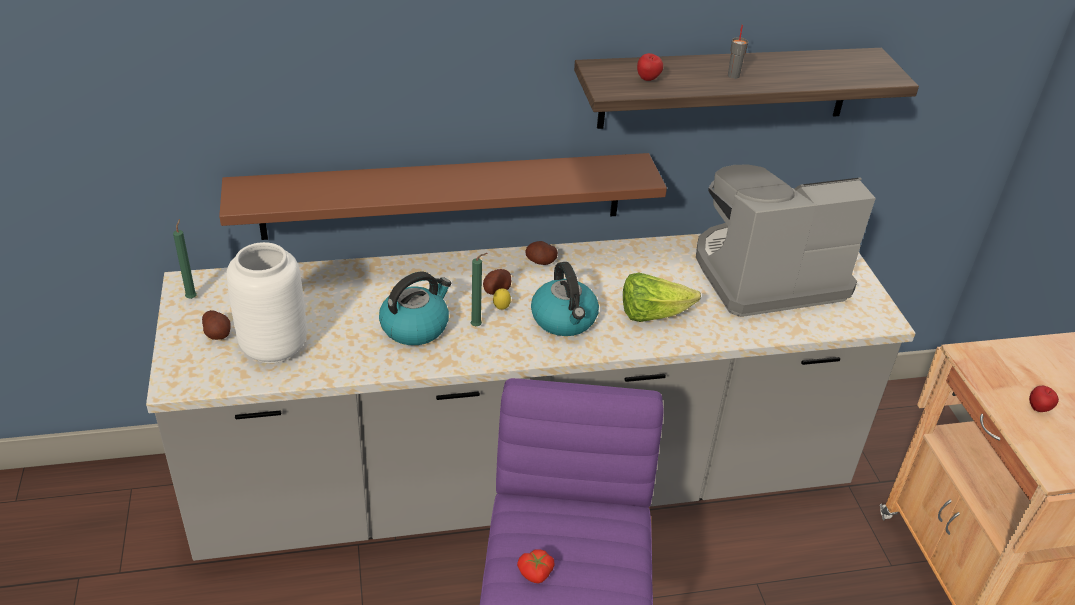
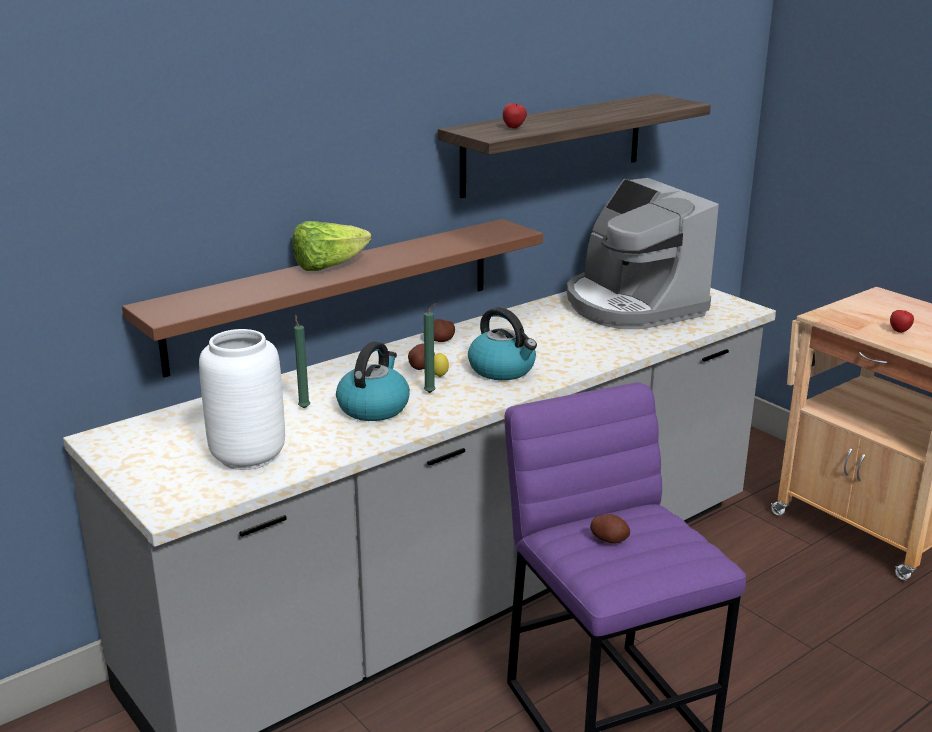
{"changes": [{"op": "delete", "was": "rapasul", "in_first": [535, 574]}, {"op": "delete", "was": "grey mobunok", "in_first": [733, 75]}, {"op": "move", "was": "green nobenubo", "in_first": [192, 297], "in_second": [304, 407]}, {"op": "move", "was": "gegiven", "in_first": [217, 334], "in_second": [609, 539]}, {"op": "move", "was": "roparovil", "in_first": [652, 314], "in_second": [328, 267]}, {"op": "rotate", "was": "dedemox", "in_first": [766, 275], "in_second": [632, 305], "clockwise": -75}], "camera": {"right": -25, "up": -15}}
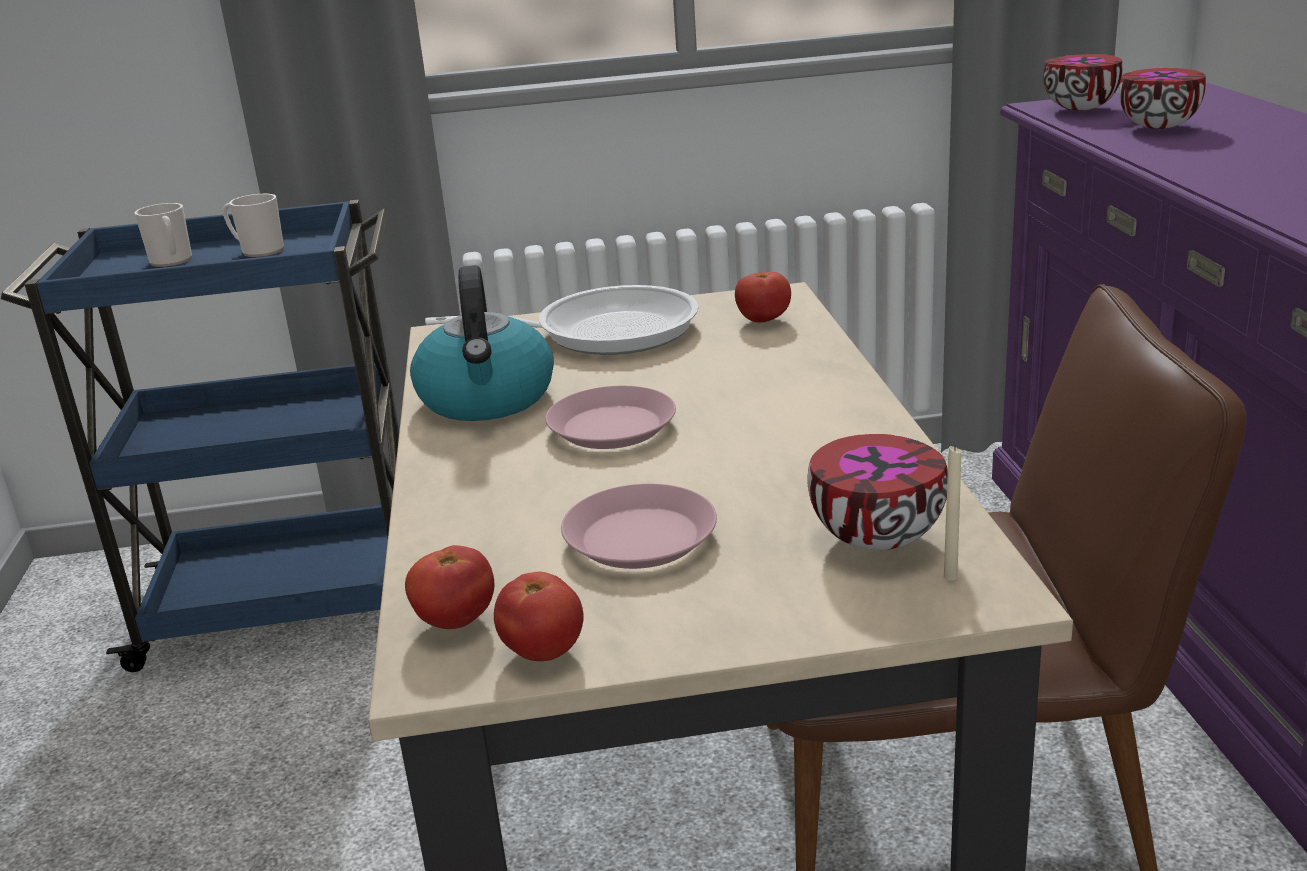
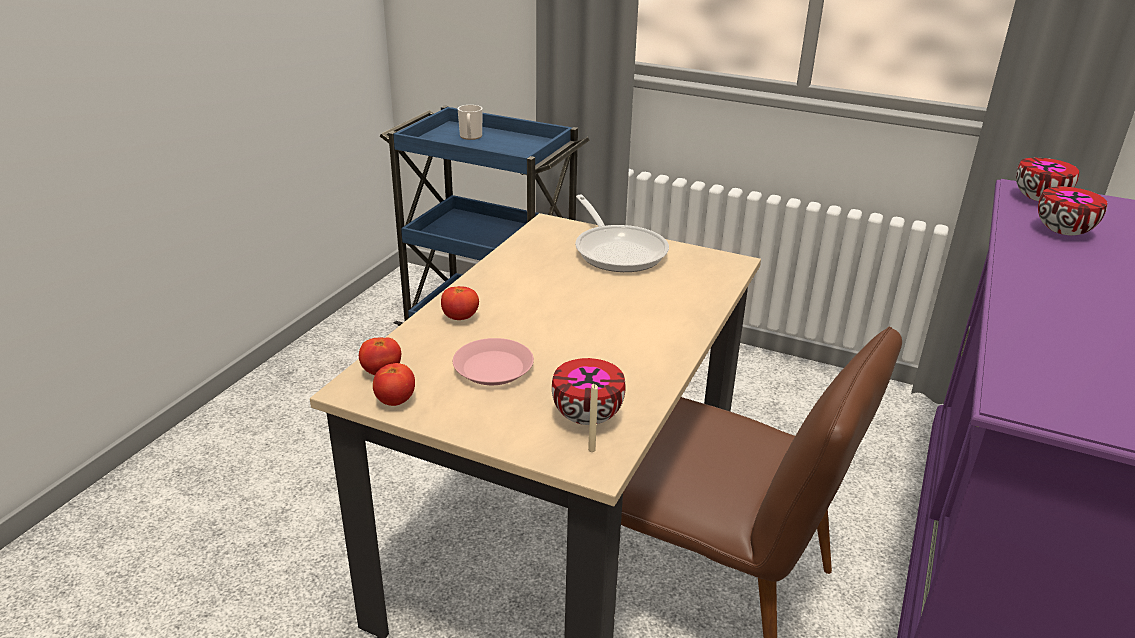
{"changes": [{"op": "delete", "was": "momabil", "in_first": [258, 251]}, {"op": "delete", "was": "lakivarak", "in_first": [487, 399]}, {"op": "delete", "was": "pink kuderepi", "in_first": [611, 427]}, {"op": "move", "was": "rapasul", "in_first": [764, 320], "in_second": [460, 318]}, {"op": "rotate", "was": "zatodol", "in_first": [602, 332], "in_second": [618, 250], "clockwise": 45}], "camera": {"right": 30, "up": 5}}
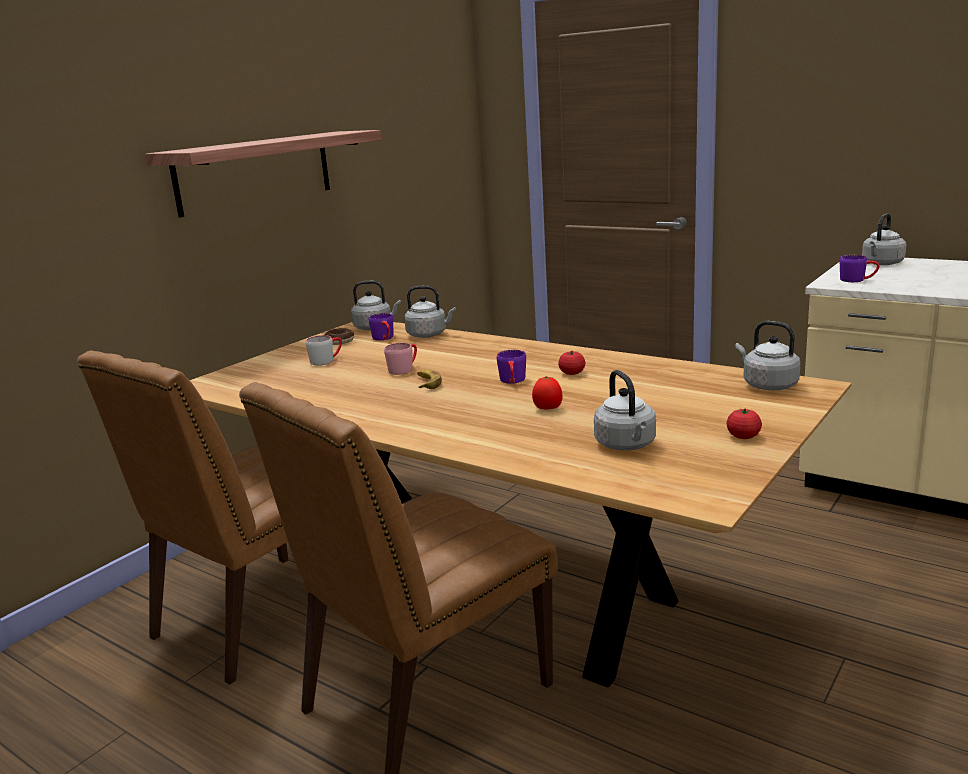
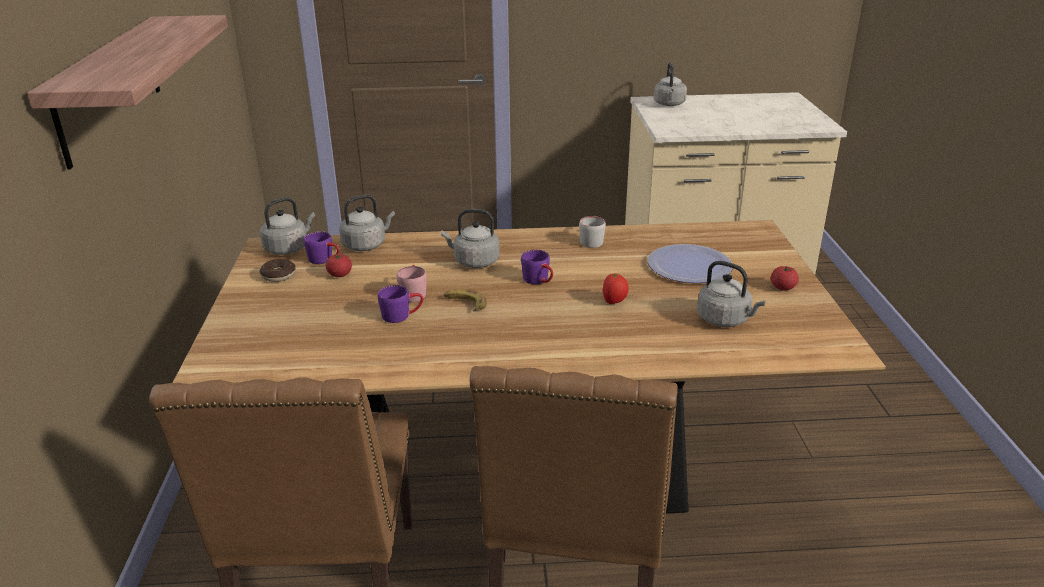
{"changes": [{"op": "insert", "now": "kuderepi", "in_second": [689, 266]}, {"op": "move", "was": "grey momabil", "in_first": [326, 360], "in_second": [592, 240]}, {"op": "move", "was": "rapasul", "in_first": [572, 373], "in_second": [340, 275]}, {"op": "move", "was": "grey lakivarak", "in_first": [767, 385], "in_second": [474, 262]}, {"op": "move", "was": "purple momabil", "in_first": [858, 280], "in_second": [402, 315]}], "camera": {"right": -40, "up": 10}}
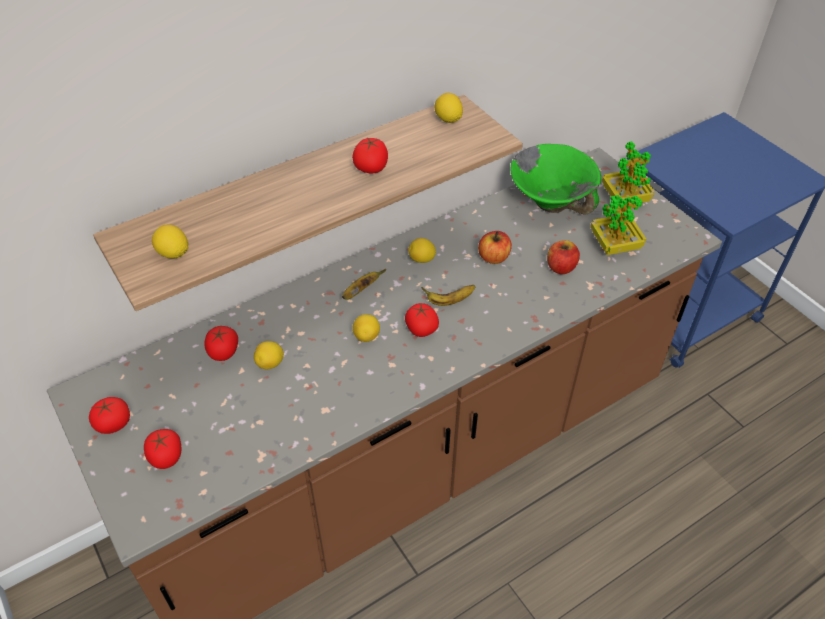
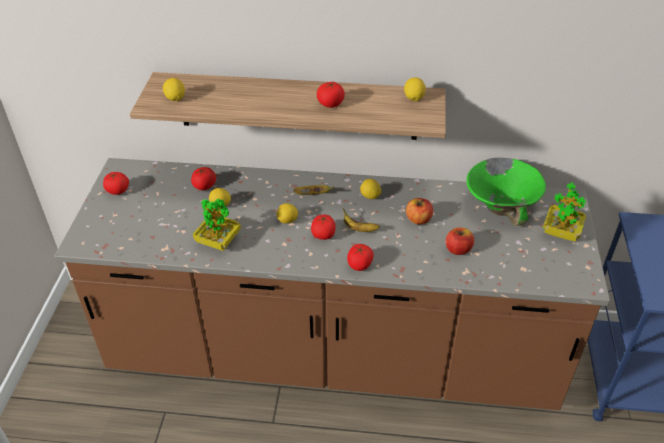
{"changes": [{"op": "move", "was": "rapasul", "in_first": [166, 457], "in_second": [359, 265]}, {"op": "move", "was": "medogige", "in_first": [614, 246], "in_second": [218, 242]}], "camera": {"right": 40, "up": -5}}
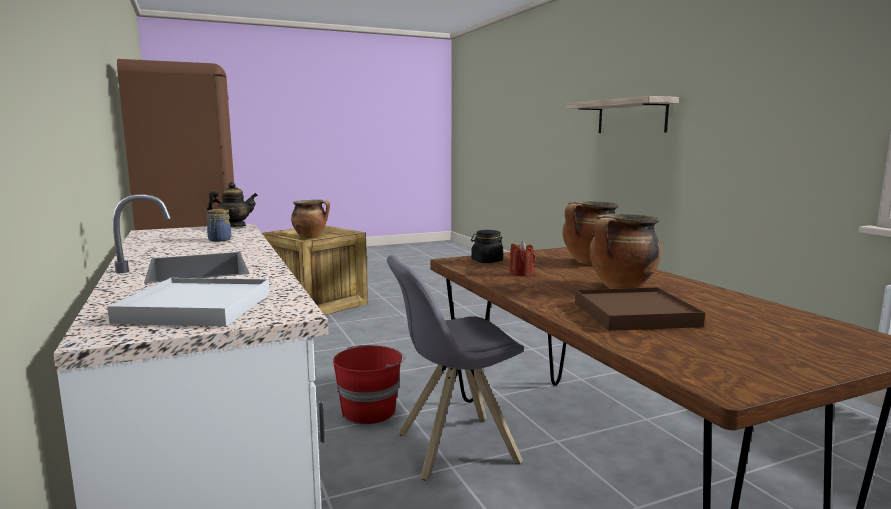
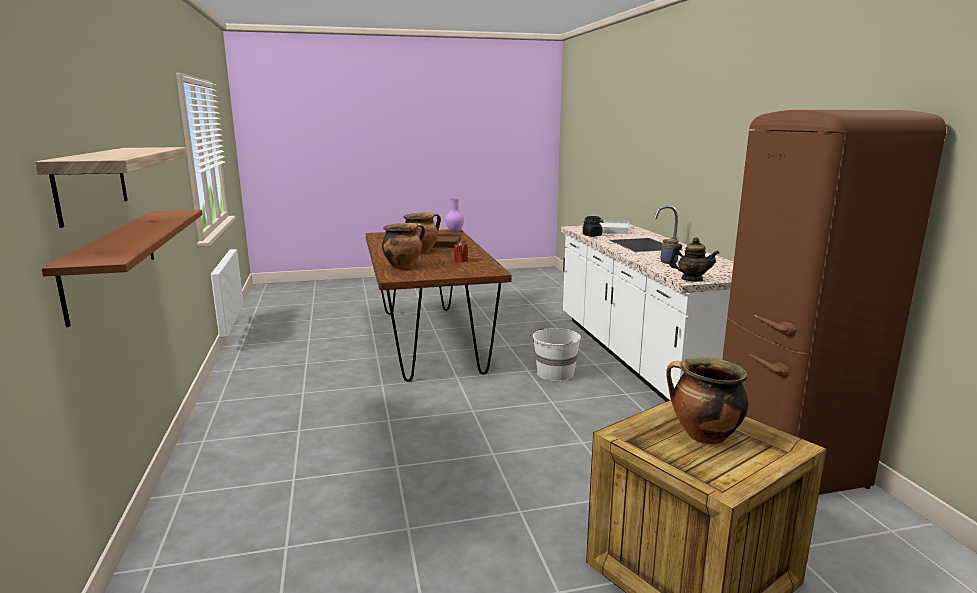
{"changes": [{"op": "delete", "was": "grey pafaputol", "in_first": [455, 447]}, {"op": "insert", "now": "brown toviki", "in_second": [112, 260]}, {"op": "insert", "now": "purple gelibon", "in_second": [454, 231]}, {"op": "move", "was": "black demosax", "in_first": [486, 261], "in_second": [592, 235]}, {"op": "recolor", "was": "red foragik", "now": "white foragik", "in_first": [370, 411], "in_second": [554, 374]}, {"op": "rotate", "was": "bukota", "in_first": [234, 226], "in_second": [691, 279], "clockwise": -150}], "camera": {"right": -170, "up": 5}}
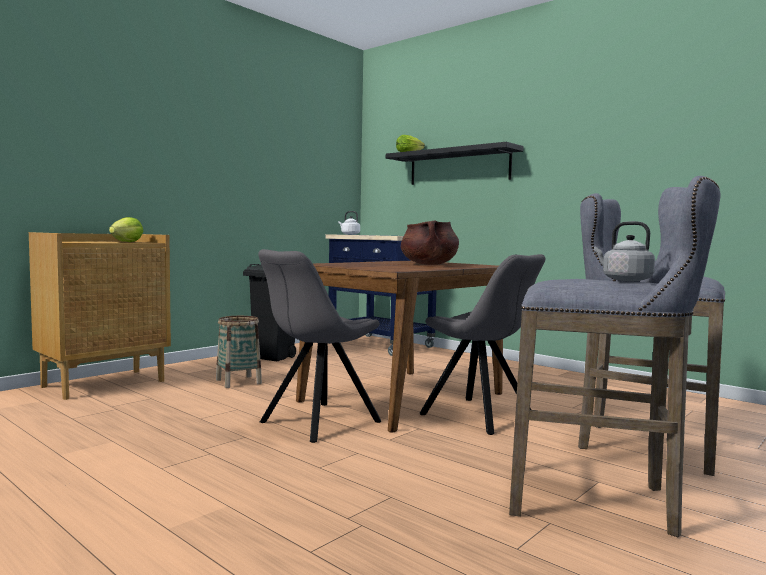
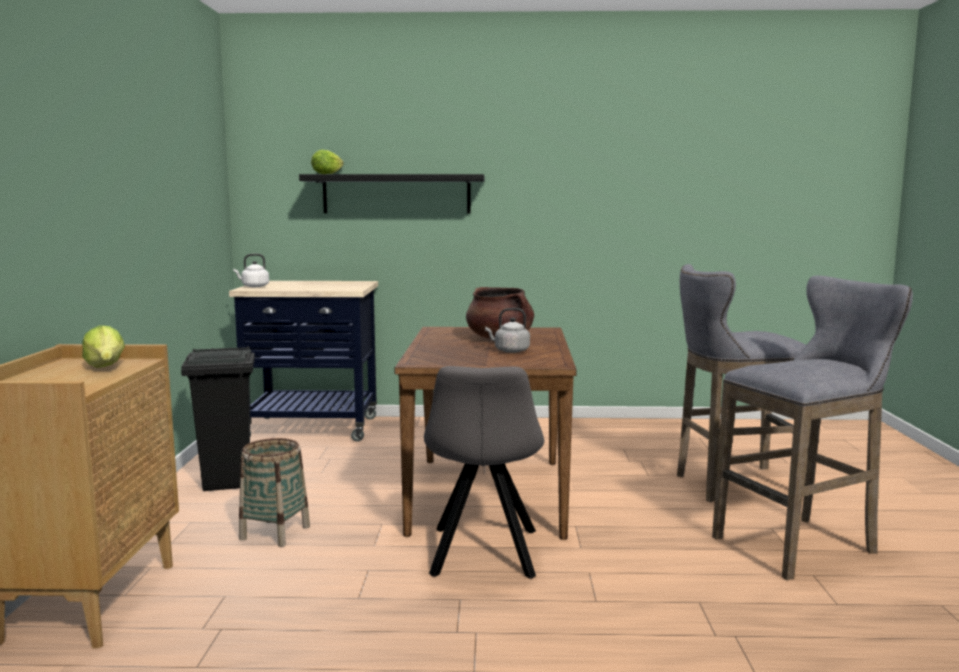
{"changes": [{"op": "delete", "was": "grey pafaputol", "in_first": [478, 416]}, {"op": "move", "was": "grey lakivarak", "in_first": [624, 280], "in_second": [510, 351]}], "camera": {"right": -40, "up": 5}}
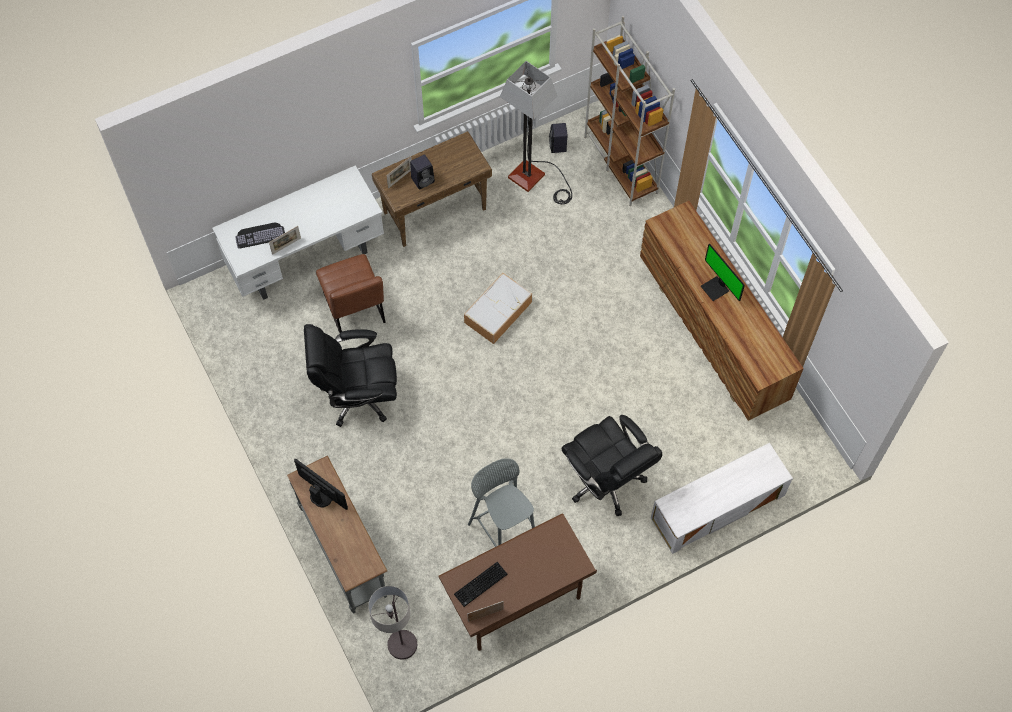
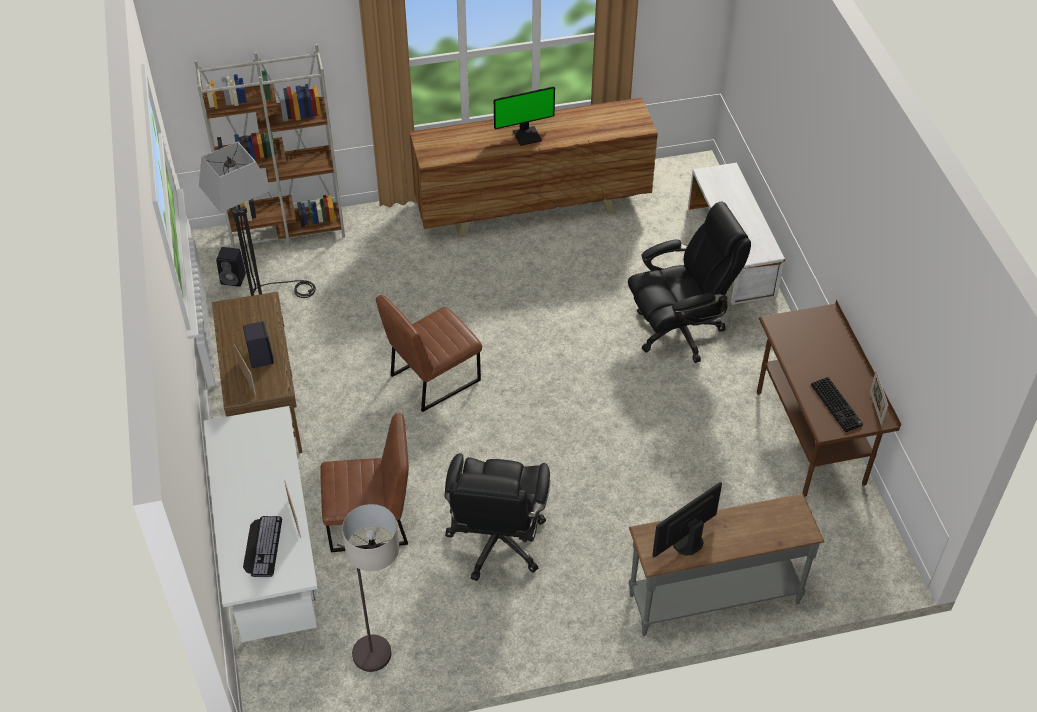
{"changes": [{"op": "delete", "was": "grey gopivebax", "in_first": [504, 529]}, {"op": "move", "was": "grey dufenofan", "in_first": [401, 654], "in_second": [383, 658]}, {"op": "replace", "was": "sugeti", "now": "brown pafaputol", "in_first": [498, 311], "in_second": [432, 378]}], "camera": {"right": -75, "up": -15}}
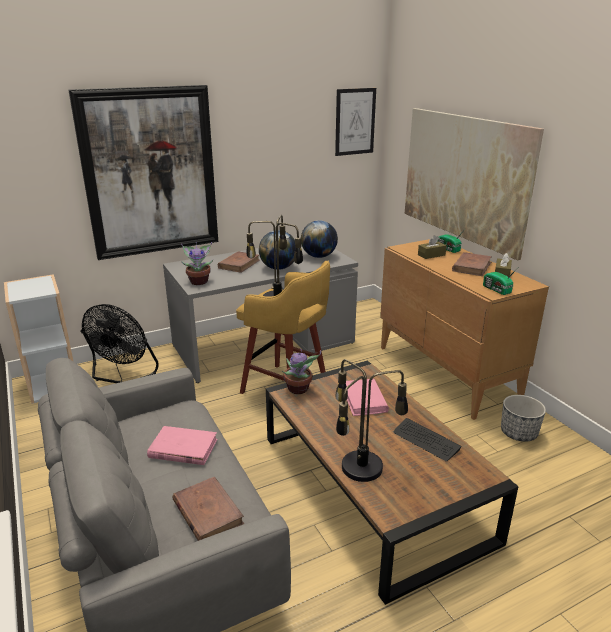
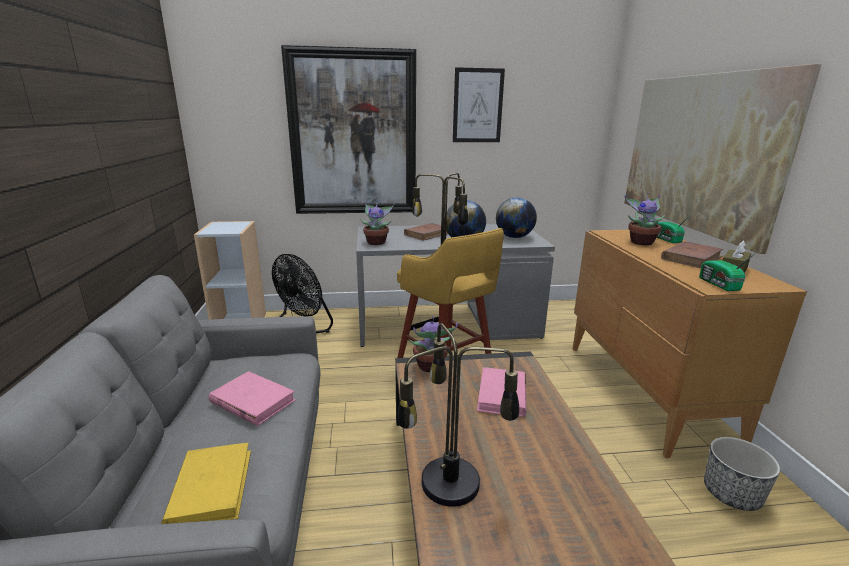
{"changes": [{"op": "delete", "was": "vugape", "in_first": [426, 440]}, {"op": "move", "was": "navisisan", "in_first": [355, 122], "in_second": [477, 106]}, {"op": "replace", "was": "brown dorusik", "now": "medogige", "in_first": [431, 255], "in_second": [641, 242]}, {"op": "recolor", "was": "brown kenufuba", "now": "yellow kenufuba", "in_first": [207, 512], "in_second": [211, 487]}], "camera": {"right": 20, "up": -5}}
